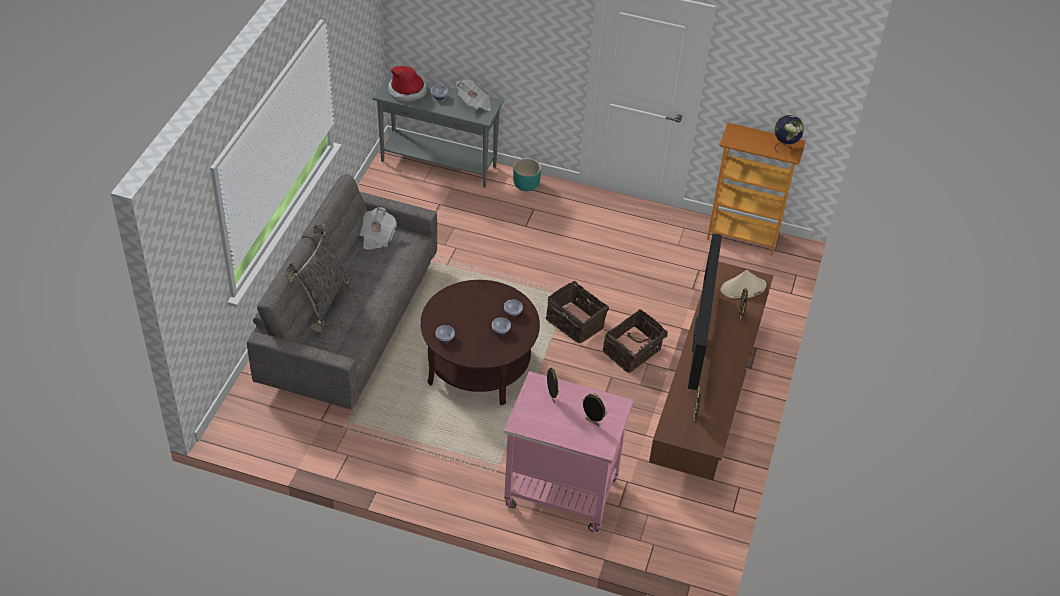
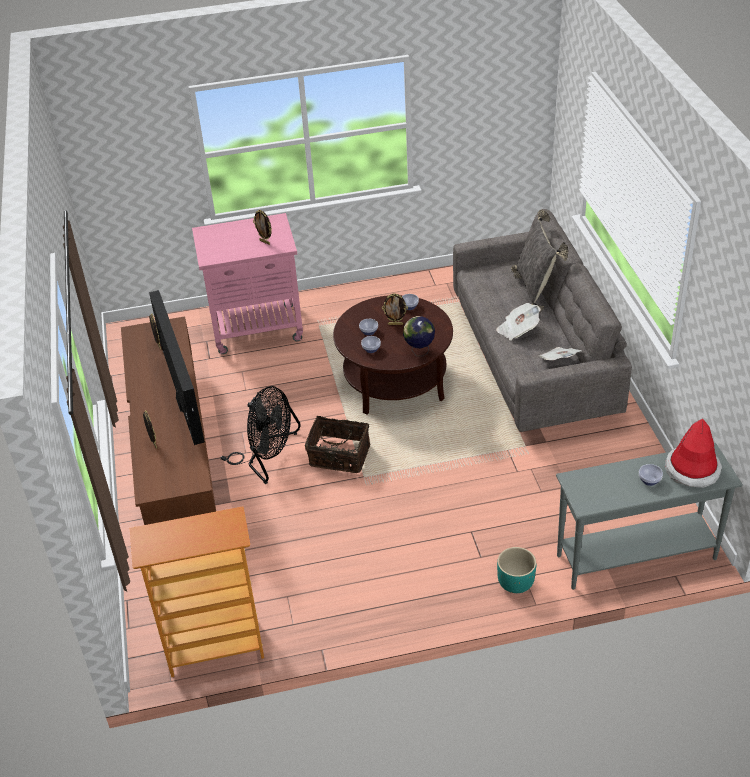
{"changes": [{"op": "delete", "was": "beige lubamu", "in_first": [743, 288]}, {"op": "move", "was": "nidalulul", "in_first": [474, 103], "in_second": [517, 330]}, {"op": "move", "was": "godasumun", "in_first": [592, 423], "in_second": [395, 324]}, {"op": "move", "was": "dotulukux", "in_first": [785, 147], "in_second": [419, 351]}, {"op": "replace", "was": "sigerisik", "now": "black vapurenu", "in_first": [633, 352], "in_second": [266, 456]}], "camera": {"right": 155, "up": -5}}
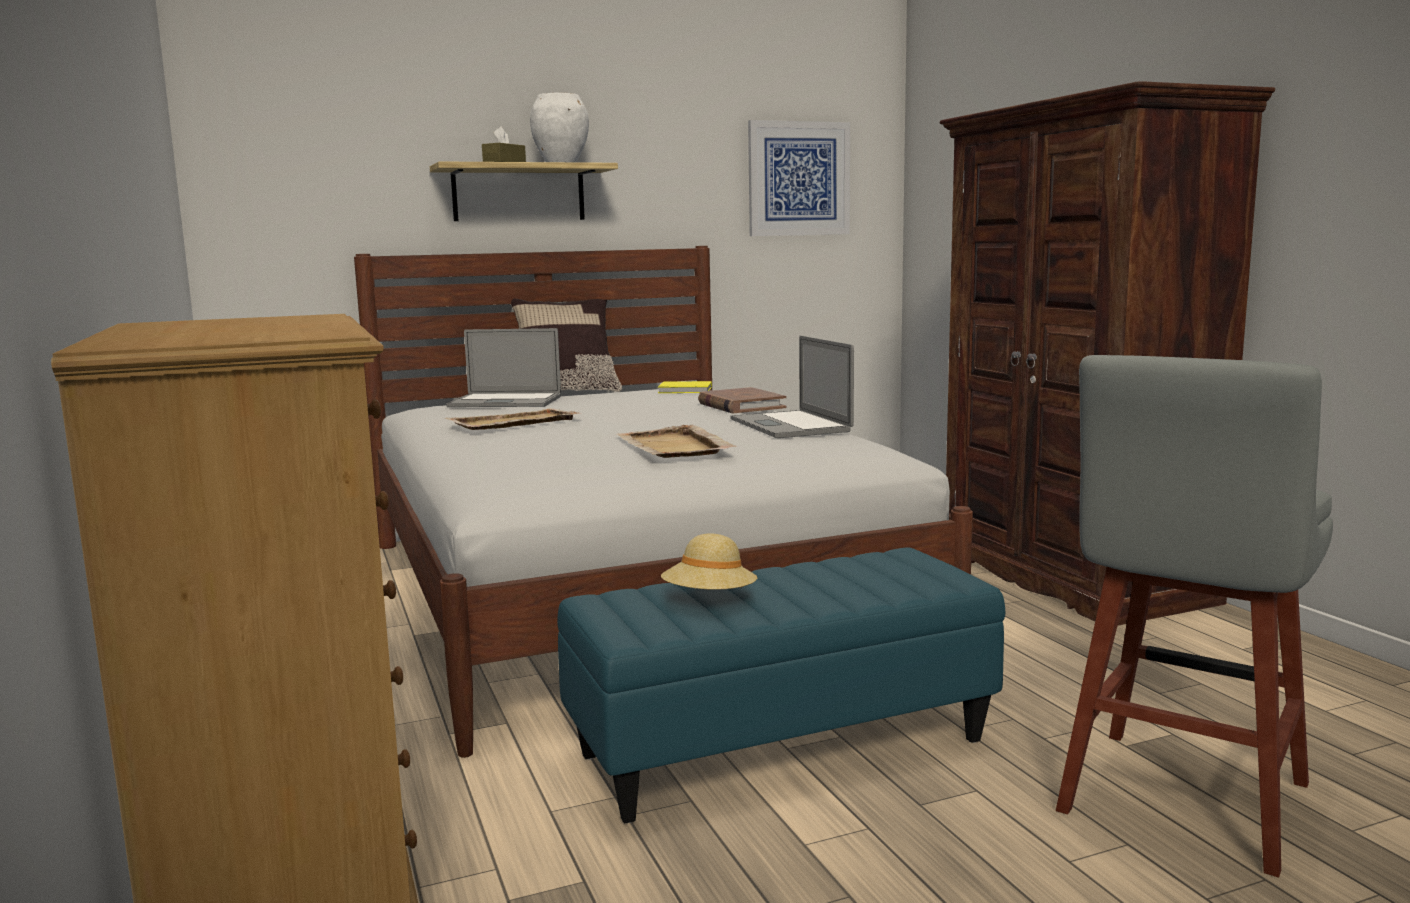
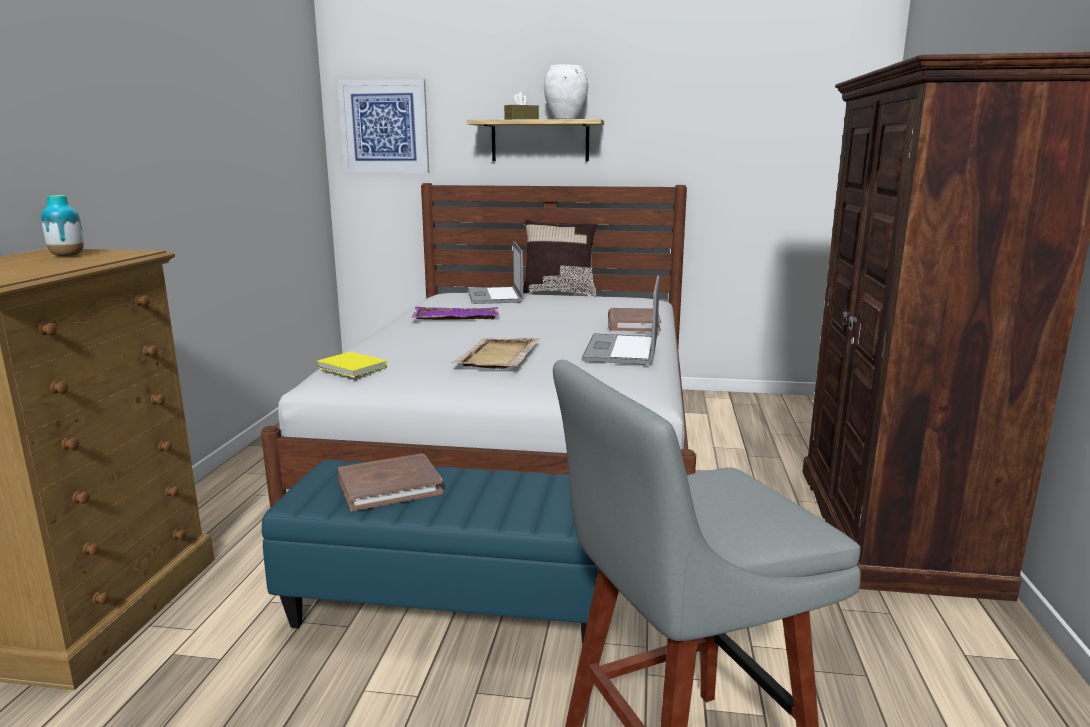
{"changes": [{"op": "insert", "now": "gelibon", "in_second": [67, 256]}, {"op": "move", "was": "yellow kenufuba", "in_first": [686, 390], "in_second": [352, 368]}, {"op": "move", "was": "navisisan", "in_first": [799, 179], "in_second": [384, 127]}, {"op": "replace", "was": "beige lubamu", "now": "brown kenufuba", "in_first": [709, 600], "in_second": [389, 486]}, {"op": "recolor", "was": "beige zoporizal", "now": "purple zoporizal", "in_first": [512, 423], "in_second": [455, 316]}, {"op": "rotate", "was": "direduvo", "in_first": [505, 402], "in_second": [494, 296], "clockwise": 45}], "camera": {"right": 30, "up": 5}}
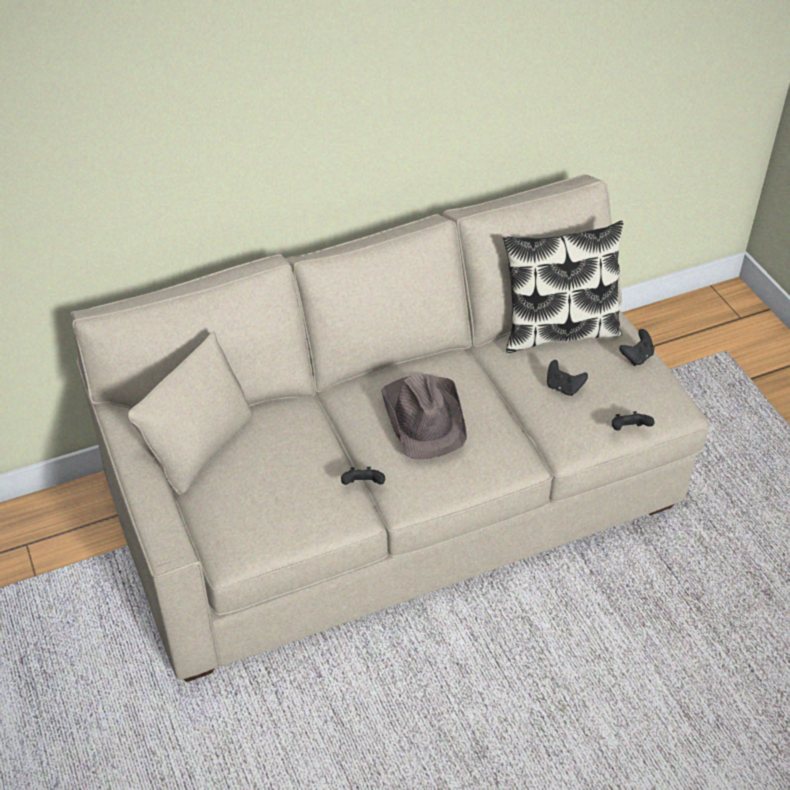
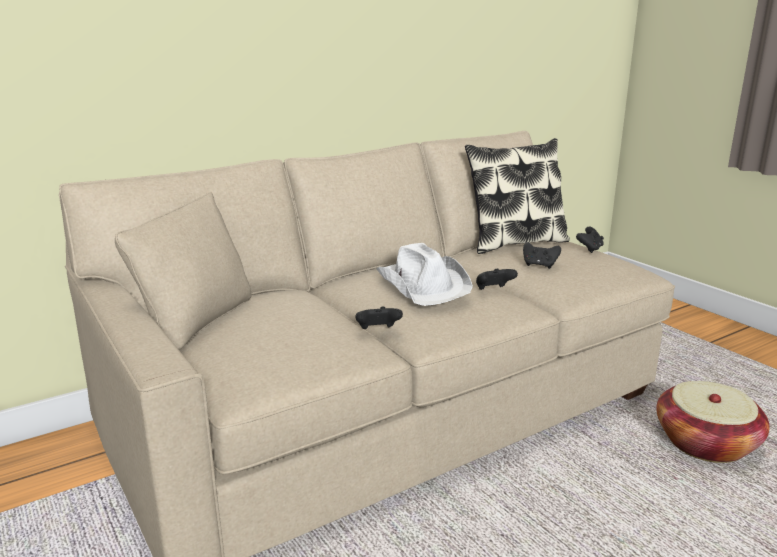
{"changes": [{"op": "insert", "now": "sigerisik", "in_second": [705, 443]}, {"op": "move", "was": "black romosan", "in_first": [628, 430], "in_second": [493, 290]}, {"op": "recolor", "was": "brown lubamu", "now": "white lubamu", "in_first": [425, 417], "in_second": [423, 284]}], "camera": {"right": -10, "up": -25}}
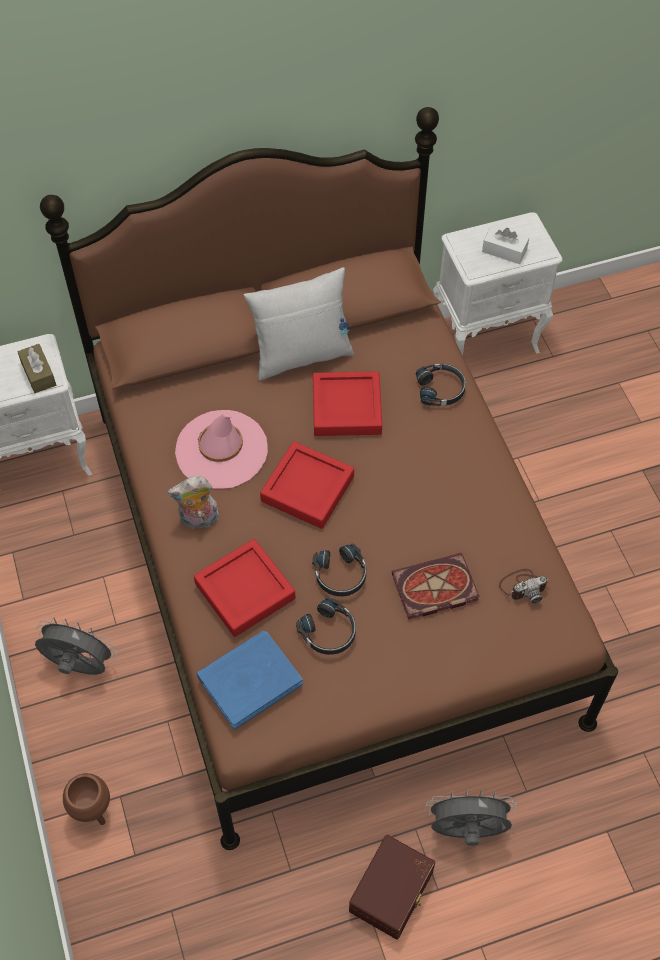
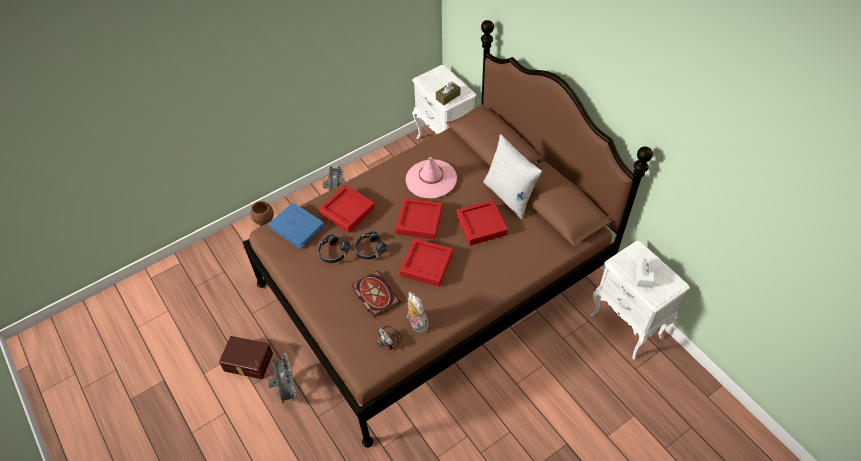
{"changes": [{"op": "delete", "was": "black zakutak", "in_first": [441, 389]}, {"op": "insert", "now": "red zoporizal", "in_second": [426, 264]}, {"op": "move", "was": "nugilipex", "in_first": [198, 520], "in_second": [416, 323]}], "camera": {"right": 75, "up": -5}}
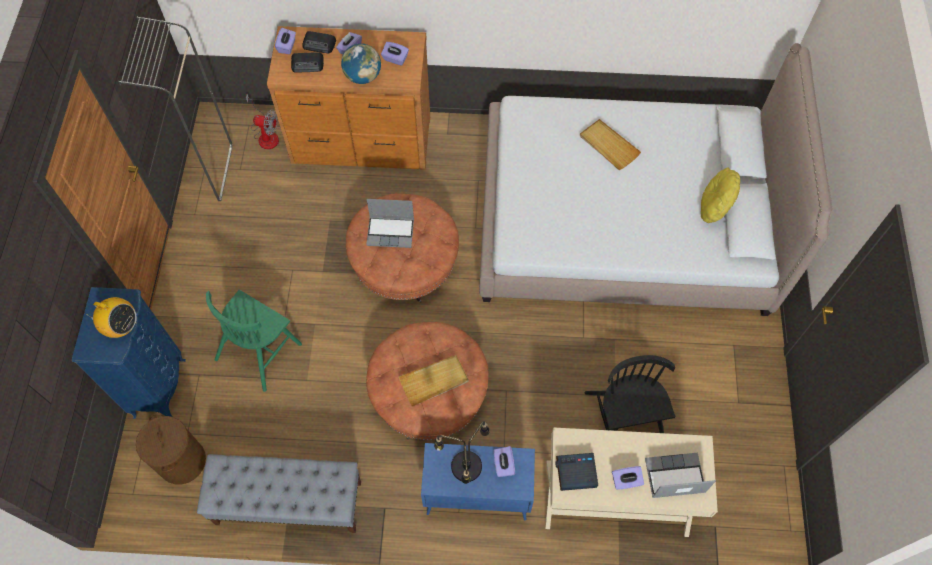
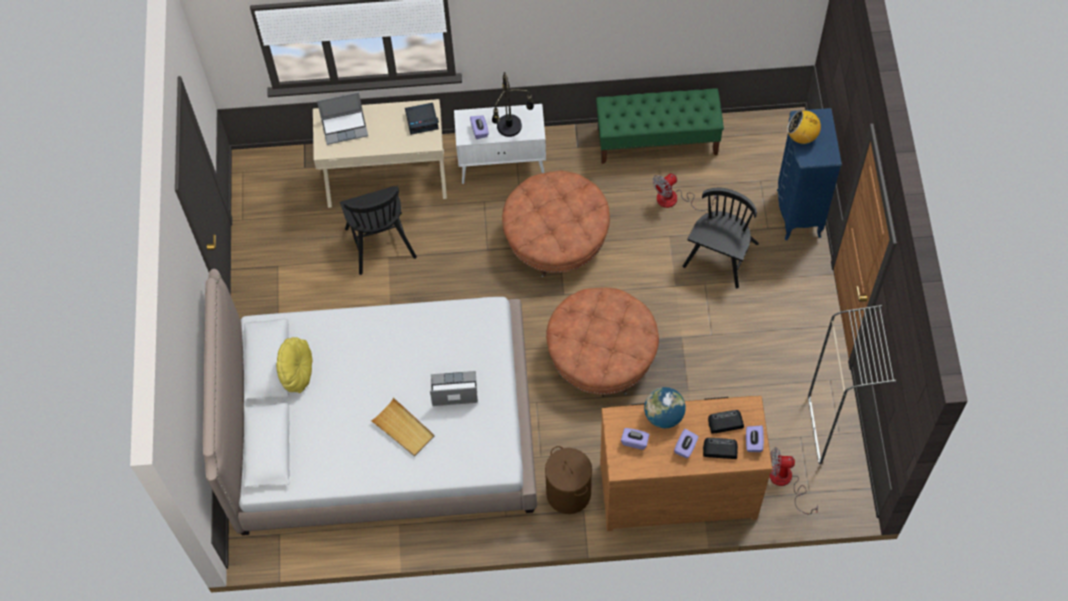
{"changes": [{"op": "delete", "was": "beige zoporizal", "in_first": [434, 381]}, {"op": "delete", "was": "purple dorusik", "in_first": [626, 481]}, {"op": "insert", "now": "vapurenu", "in_second": [675, 200]}, {"op": "move", "was": "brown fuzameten", "in_first": [182, 461], "in_second": [569, 493]}, {"op": "move", "was": "direduvo", "in_first": [391, 232], "in_second": [453, 390]}, {"op": "recolor", "was": "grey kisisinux", "now": "green kisisinux", "in_first": [288, 503], "in_second": [657, 141]}, {"op": "recolor", "was": "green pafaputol", "now": "black pafaputol", "in_first": [261, 347], "in_second": [719, 258]}, {"op": "recolor", "was": "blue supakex", "now": "white supakex", "in_first": [476, 495], "in_second": [503, 165]}], "camera": {"right": 175, "up": 0}}
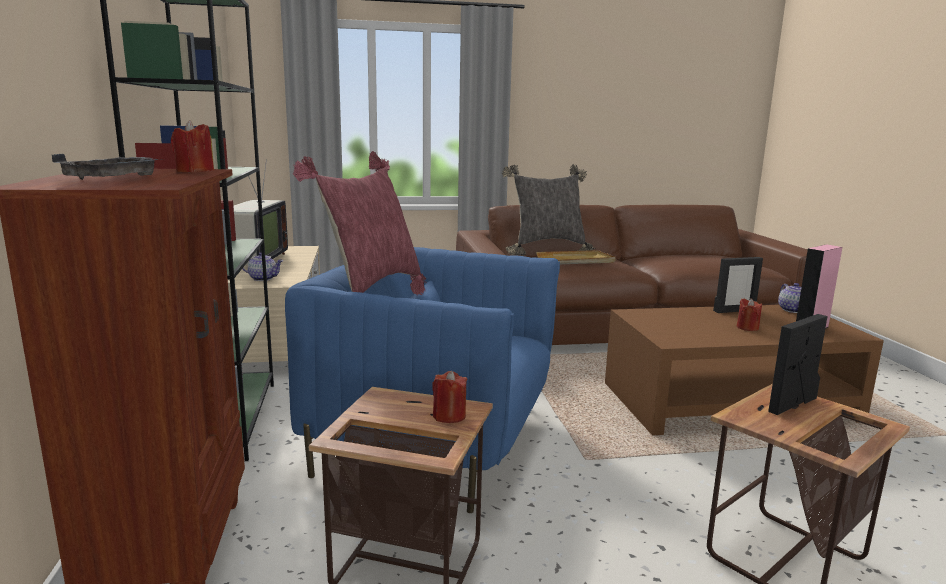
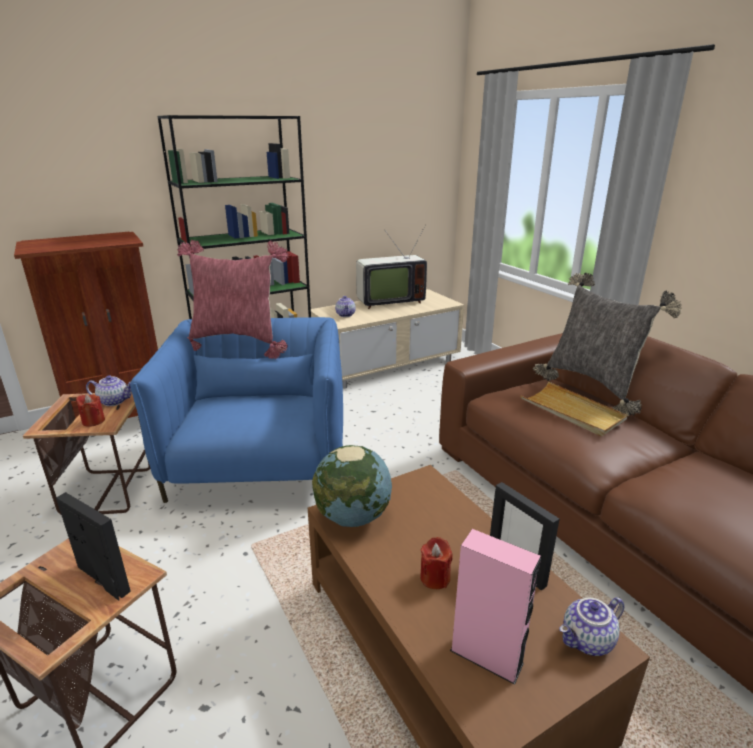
{"changes": [{"op": "delete", "was": "grey zoporizal", "in_first": [116, 179]}, {"op": "delete", "was": "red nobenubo", "in_first": [194, 171]}, {"op": "insert", "now": "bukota", "in_second": [114, 401]}, {"op": "insert", "now": "dotulukux", "in_second": [353, 517]}], "camera": {"right": 70, "up": 10}}
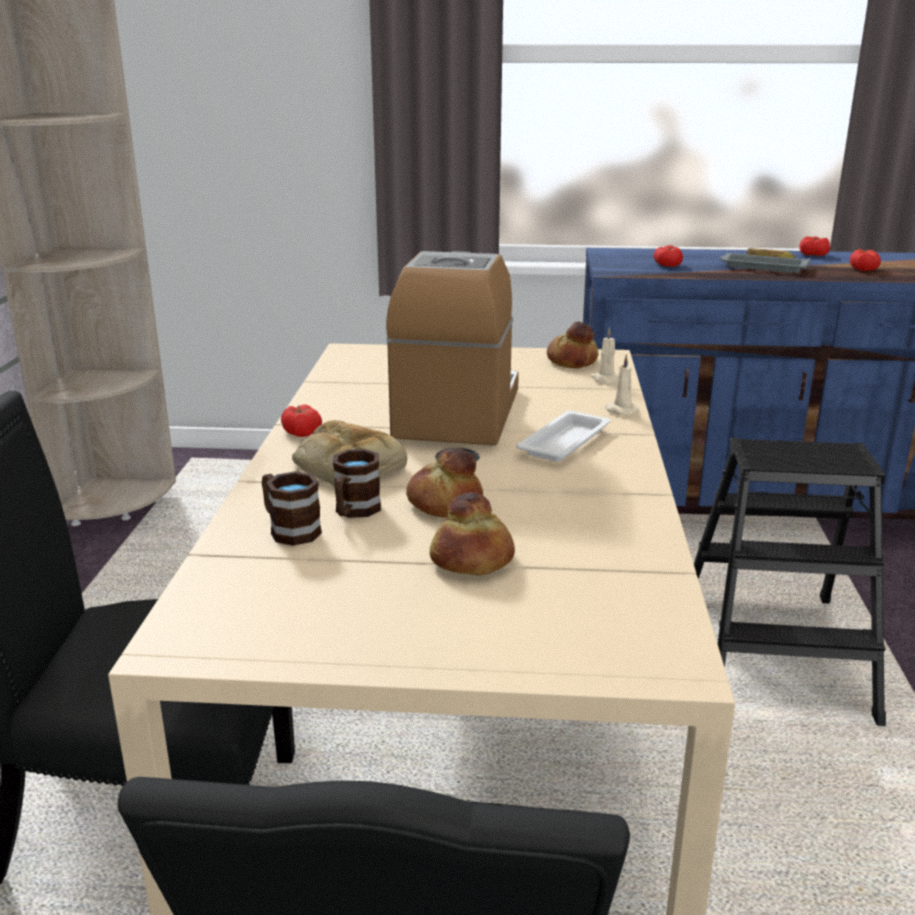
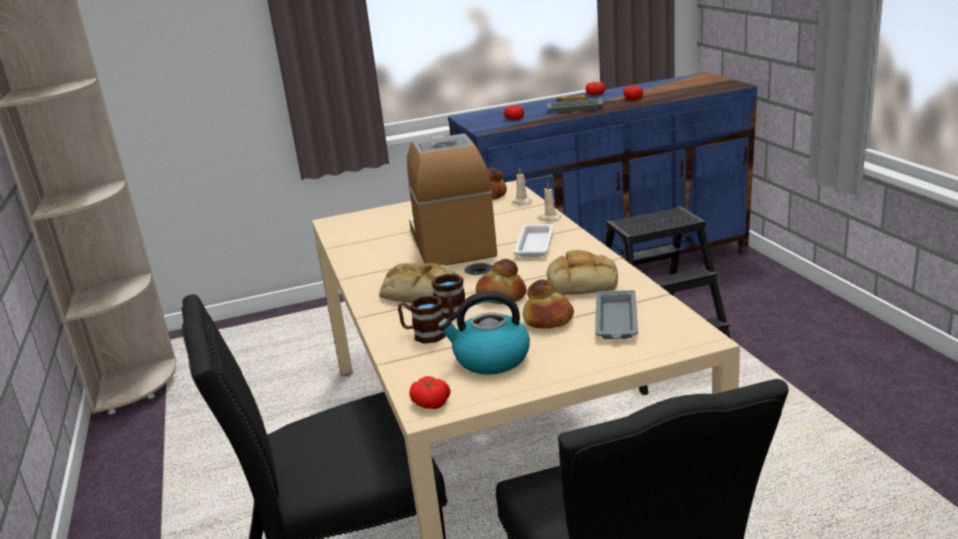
{"changes": [{"op": "insert", "now": "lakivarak", "in_second": [490, 359]}, {"op": "insert", "now": "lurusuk", "in_second": [583, 282]}, {"op": "insert", "now": "grey zoporizal", "in_second": [616, 321]}, {"op": "move", "was": "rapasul", "in_first": [301, 432], "in_second": [430, 402]}], "camera": {"right": -20, "up": 0}}
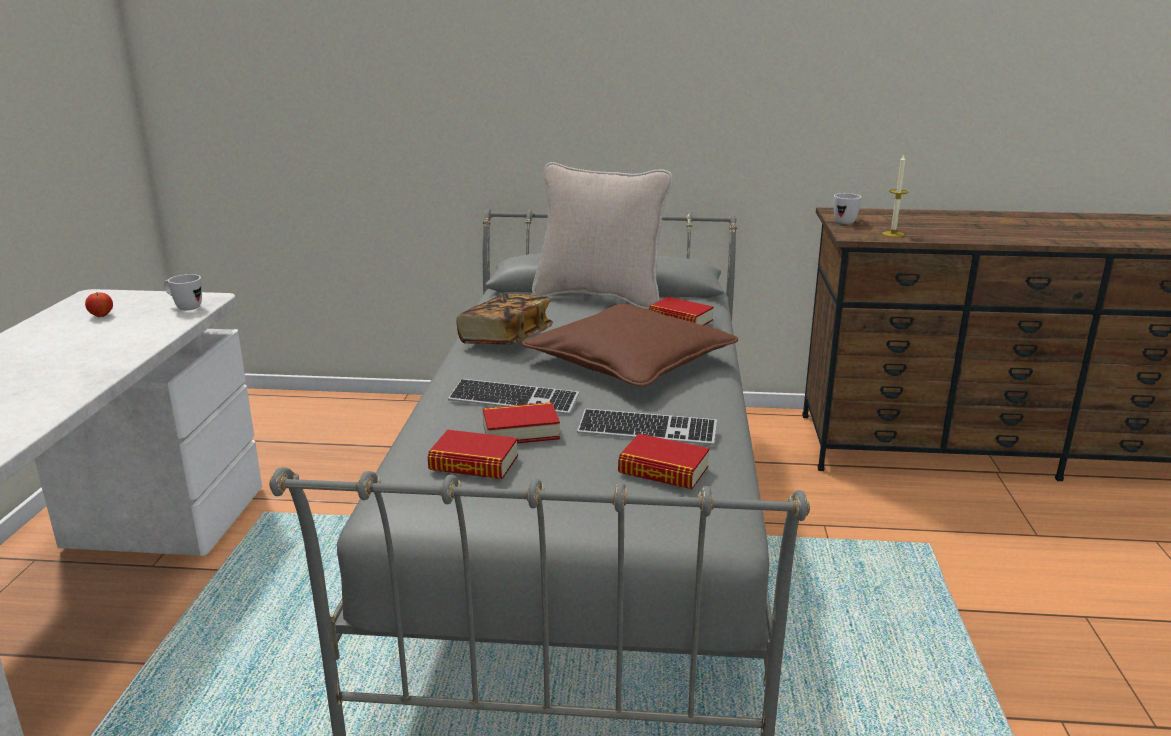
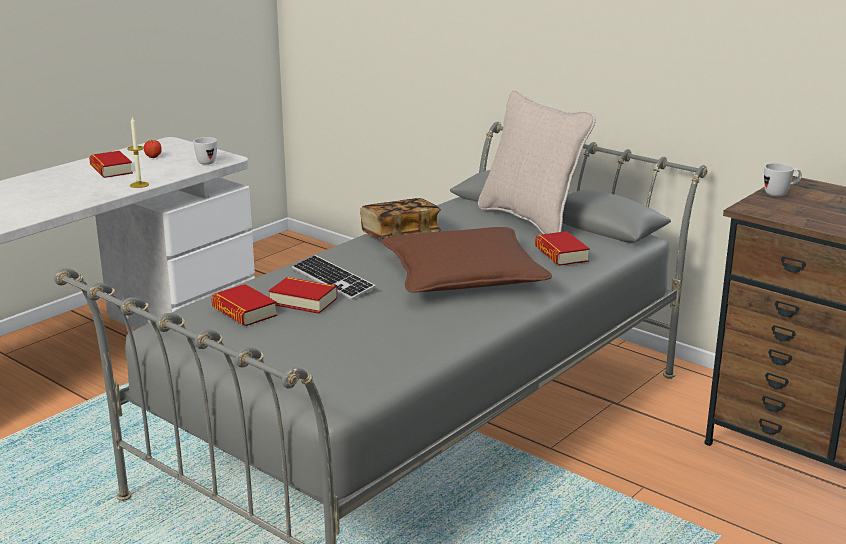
{"changes": [{"op": "delete", "was": "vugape", "in_first": [647, 430]}, {"op": "move", "was": "kenufuba", "in_first": [663, 470], "in_second": [111, 169]}, {"op": "move", "was": "nobenubo", "in_first": [893, 234], "in_second": [139, 185]}], "camera": {"right": 35, "up": 0}}
